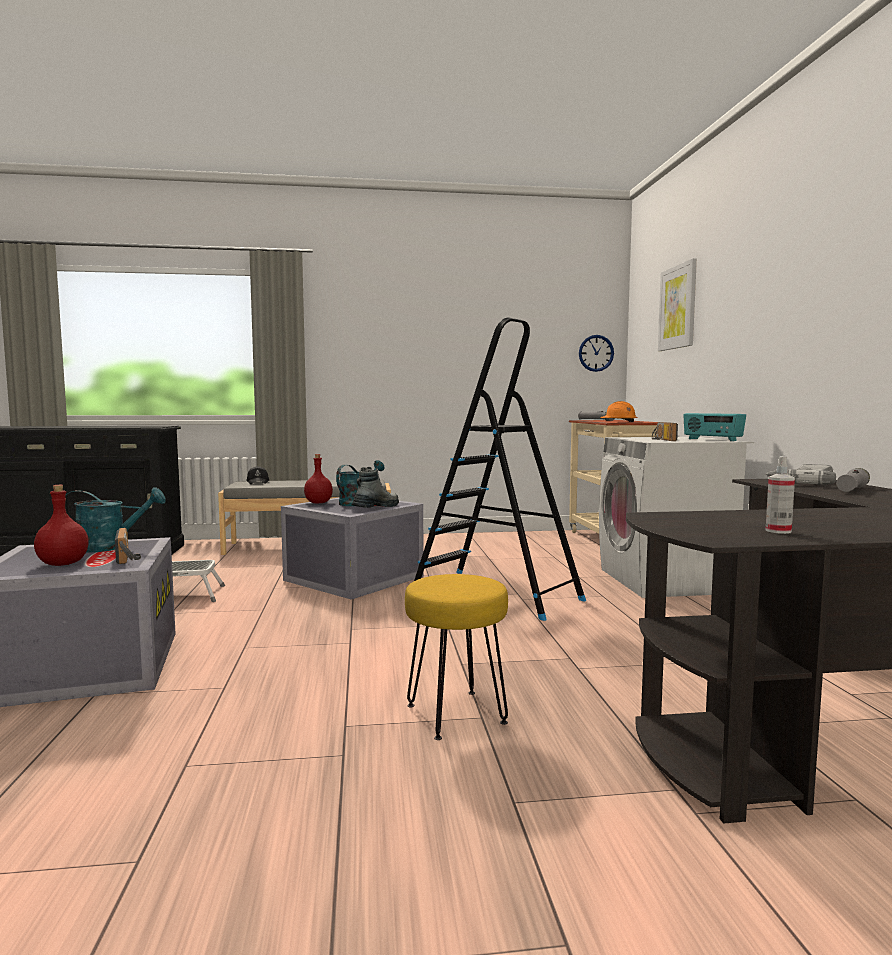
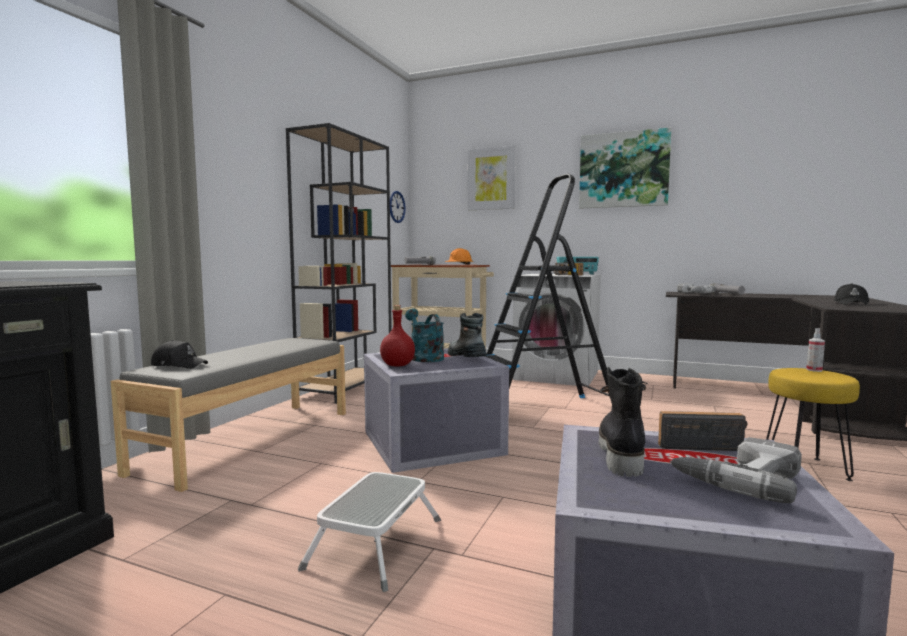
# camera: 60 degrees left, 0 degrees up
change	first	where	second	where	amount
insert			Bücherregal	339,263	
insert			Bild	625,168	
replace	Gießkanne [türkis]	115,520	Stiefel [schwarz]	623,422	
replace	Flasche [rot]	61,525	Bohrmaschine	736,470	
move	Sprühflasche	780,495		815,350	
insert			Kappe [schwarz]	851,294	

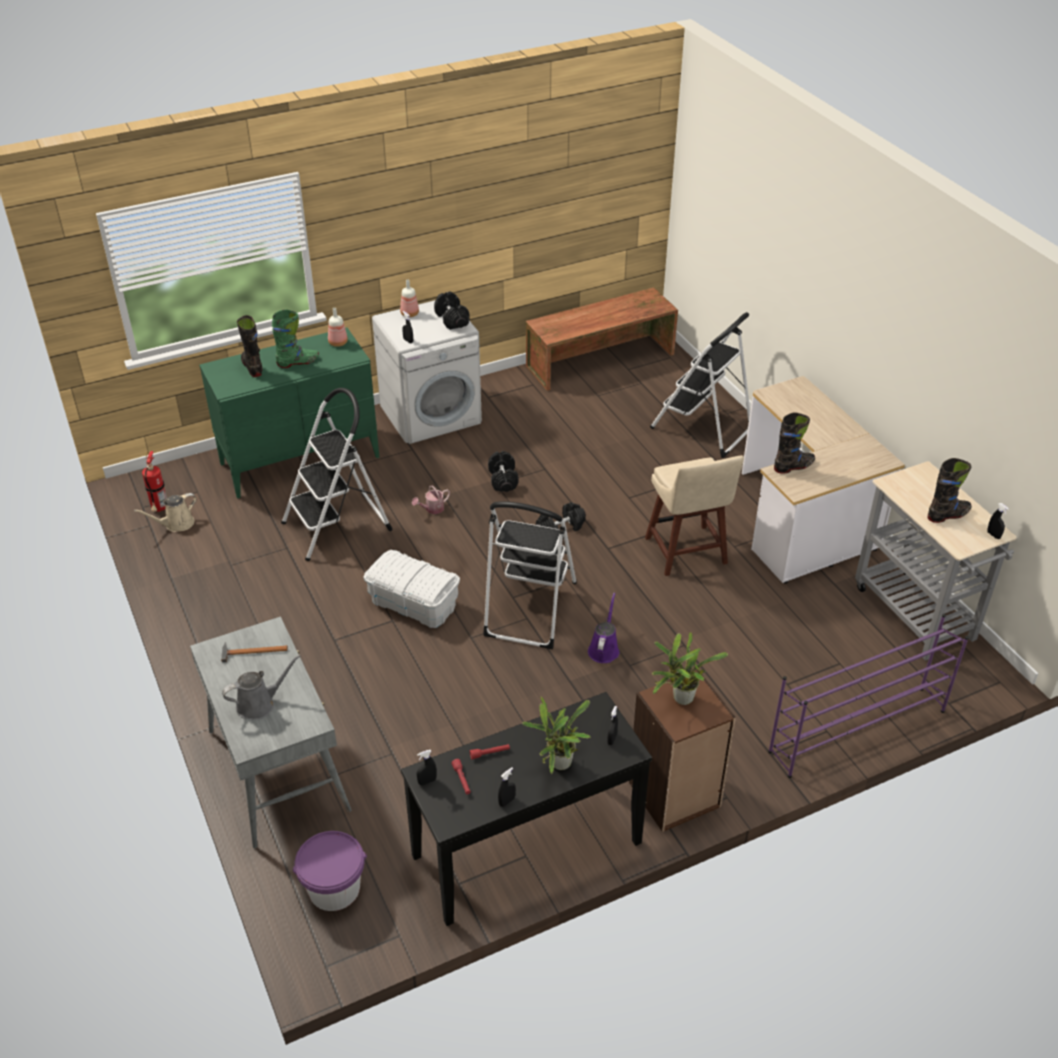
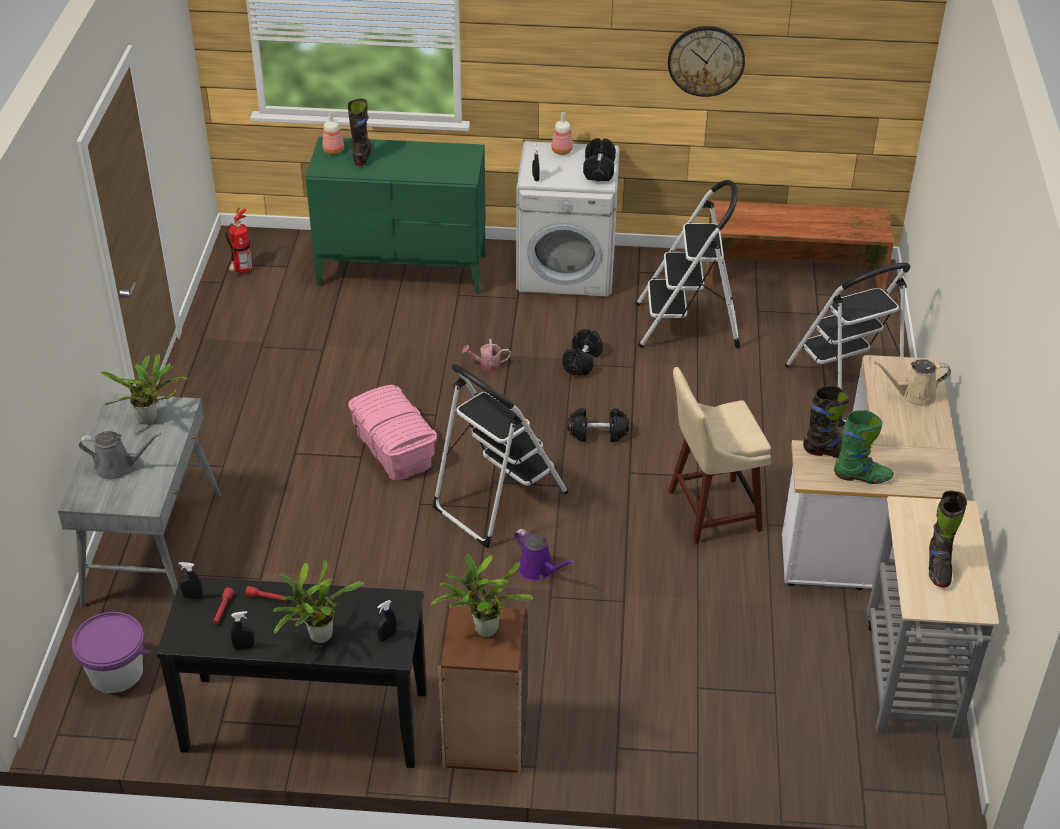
# camera: 30 degrees right, 0 degrees up
change	first	where	second	where	amount
replace	Hammer	254,652	Topfpflanze	144,389	
move	Flasche	338,327		333,132	
recolor	Aufbewahrungsbox [weiß]	411,589	Aufbewahrungsbox [rosa]	393,433	
rotate	Gießkanne [lila]	603,628		544,555	90 degrees clockwise
move	Trittleiter	336,474		687,264	
insert			Wanduhr	706,61	
rotate	Stuhl [beige]	694,515		719,456	60 degrees clockwise
move	Stiefel [grün]	295,338		864,447	
move	Gießkanne [beige]	165,512		912,383	
rotate	Stiefel [schwarz]	949,490		948,539	90 degrees clockwise
delete	Schuhregal [lila]	868,696			
delete	Sprühflasche [schwarz]	998,521			

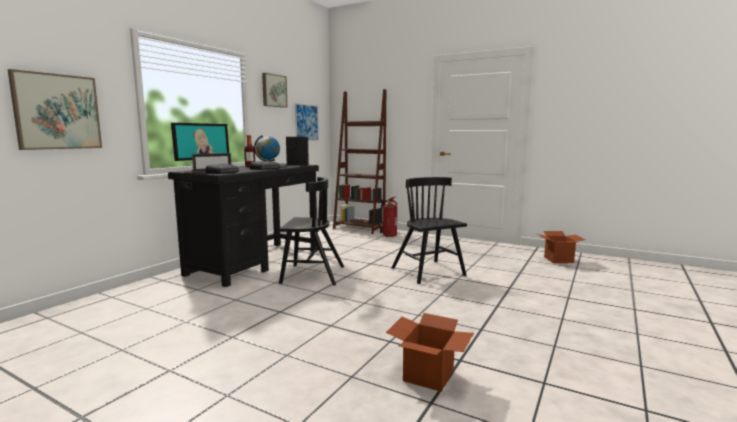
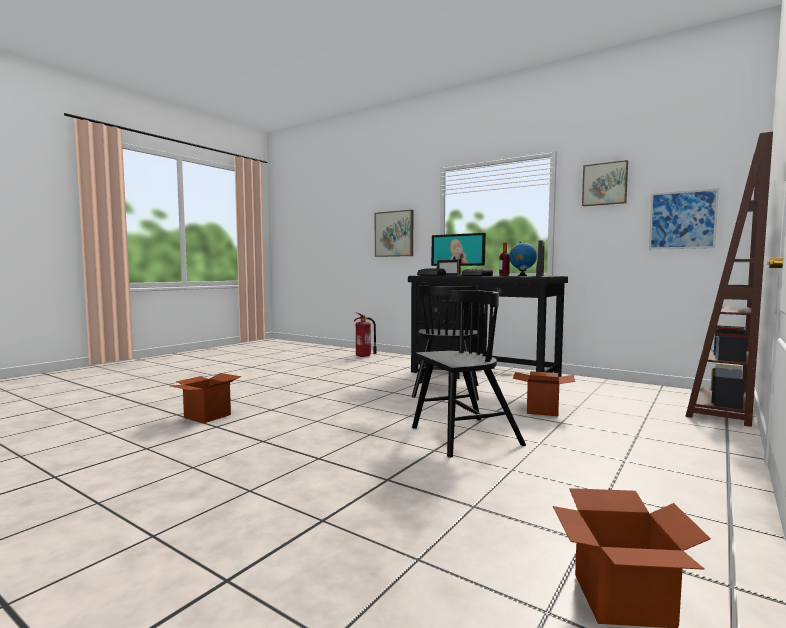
# camera: 95 degrees right, 5 degrees down
change	first	where	second	where	amount
move	Feuerlöscher	389,217		365,334	
insert			Karton	544,394	

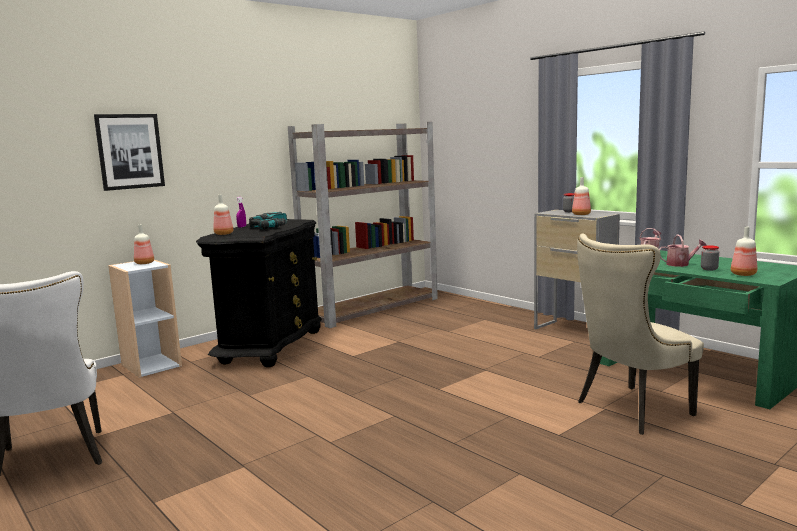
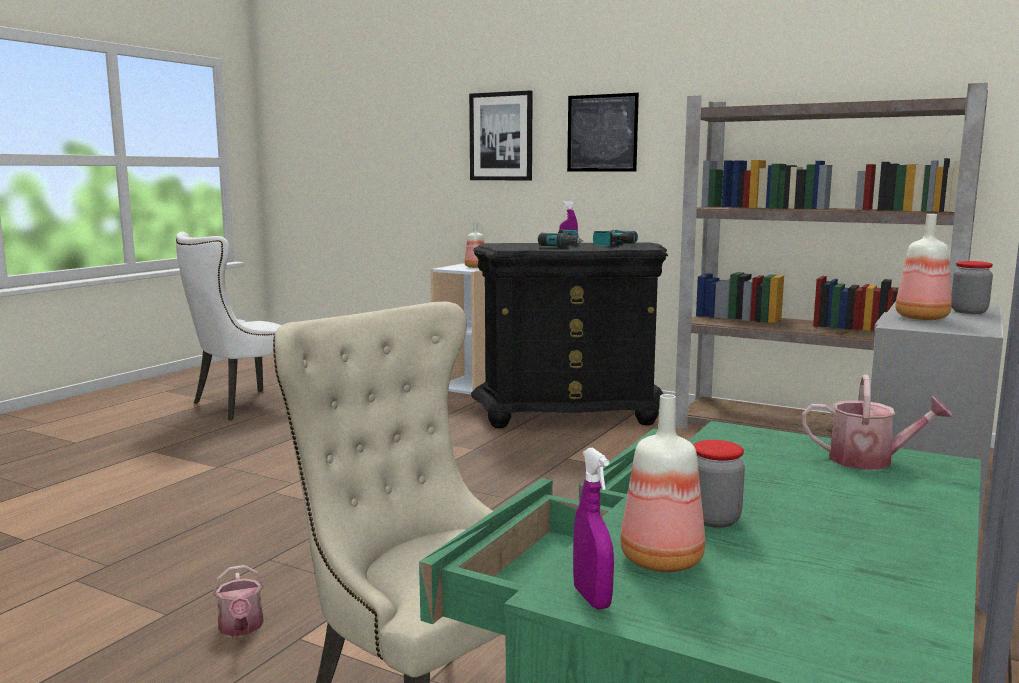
# camera: 70 degrees right, 0 degrees up
change	first	where	second	where	amount
move	Gießkanne	683,251		238,601	
insert			Bild	603,132	
insert			Sprühflasche [lila]	593,528	
delete	Flasche	223,215			

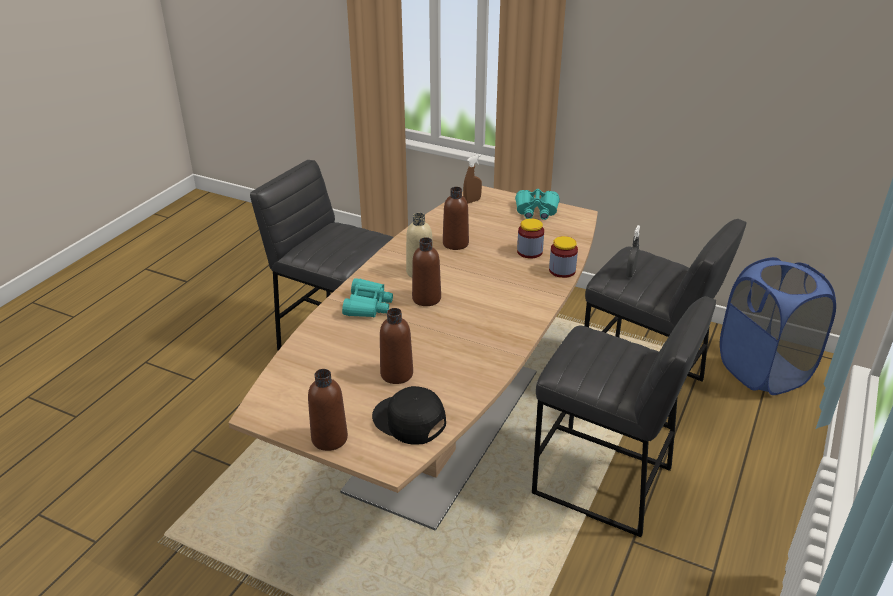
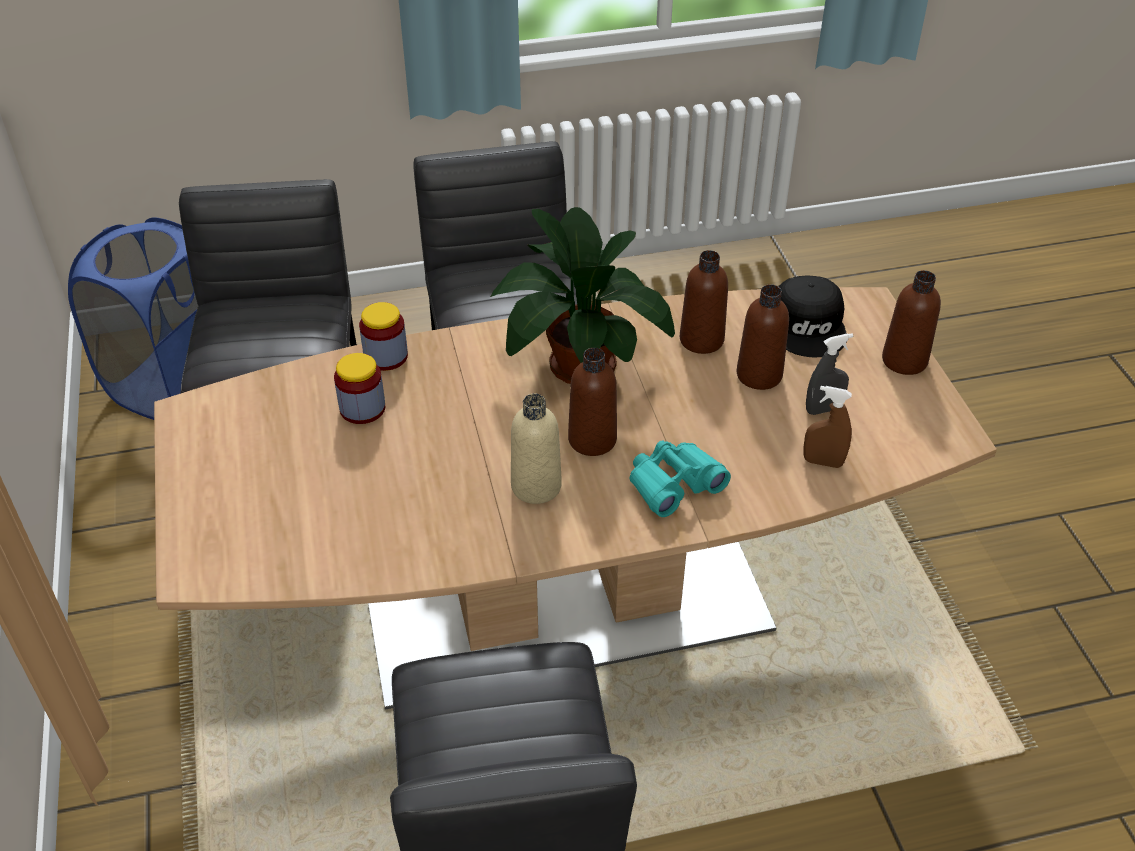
# camera: 130 degrees left, 10 degrees up
change	first	where	second	where	amount
insert			Topfpflanze	582,295	
move	Flasche [braun]	456,218		704,302	
move	Sprühflasche [braun]	472,179		827,427	
move	Sprühflasche [grau]	633,251		829,374	
delete	Fernglas [türkis]	537,204			

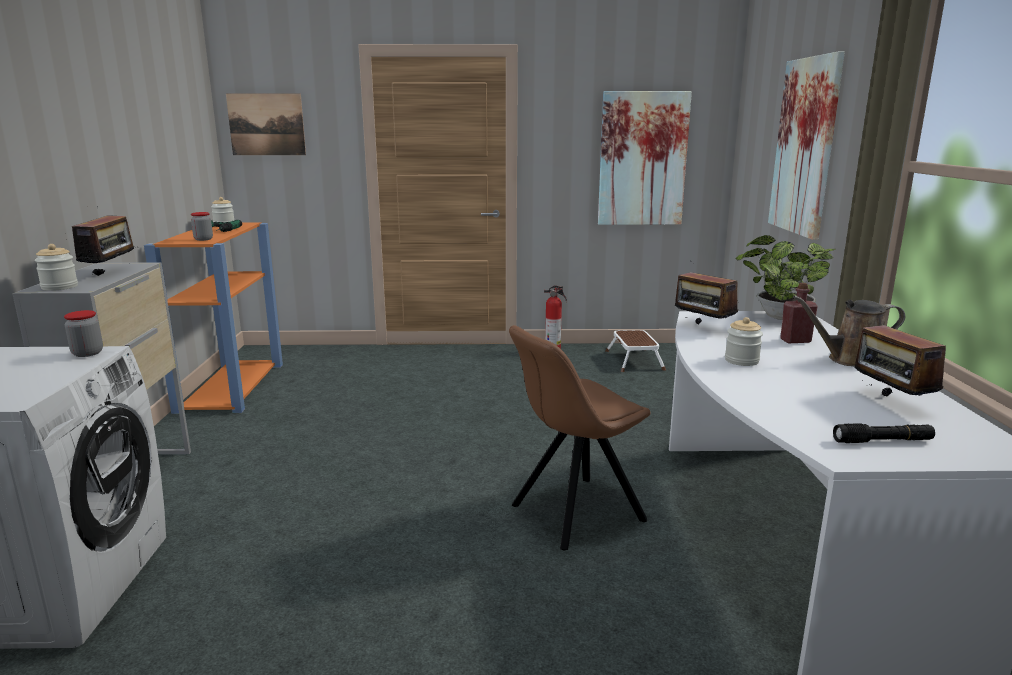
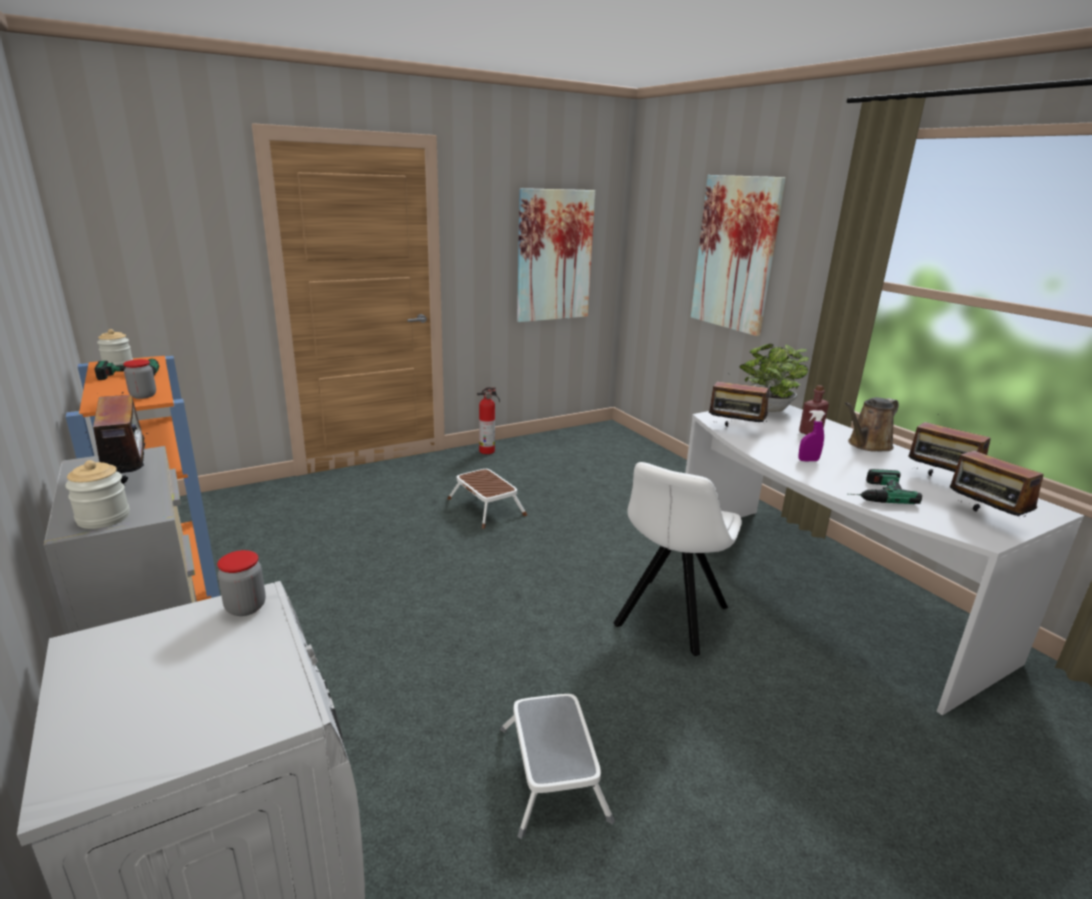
# camera: 30 degrees left, 5 degrees up
change	first	where	second	where	amount
move	Trittleiter [braun]	636,351		487,499	
insert			Trittleiter [grau]	557,766	
recolor	Stuhl [braun]	580,437	Stuhl [weiß]	678,559	
replace	Vorratsglas	744,341	Sprühflasche [lila]	812,435	
insert			Bohrmaschine	884,486	
replace	Taschenlampe [schwarz]	884,433	Radio	996,479	
delete	Bild	266,124			

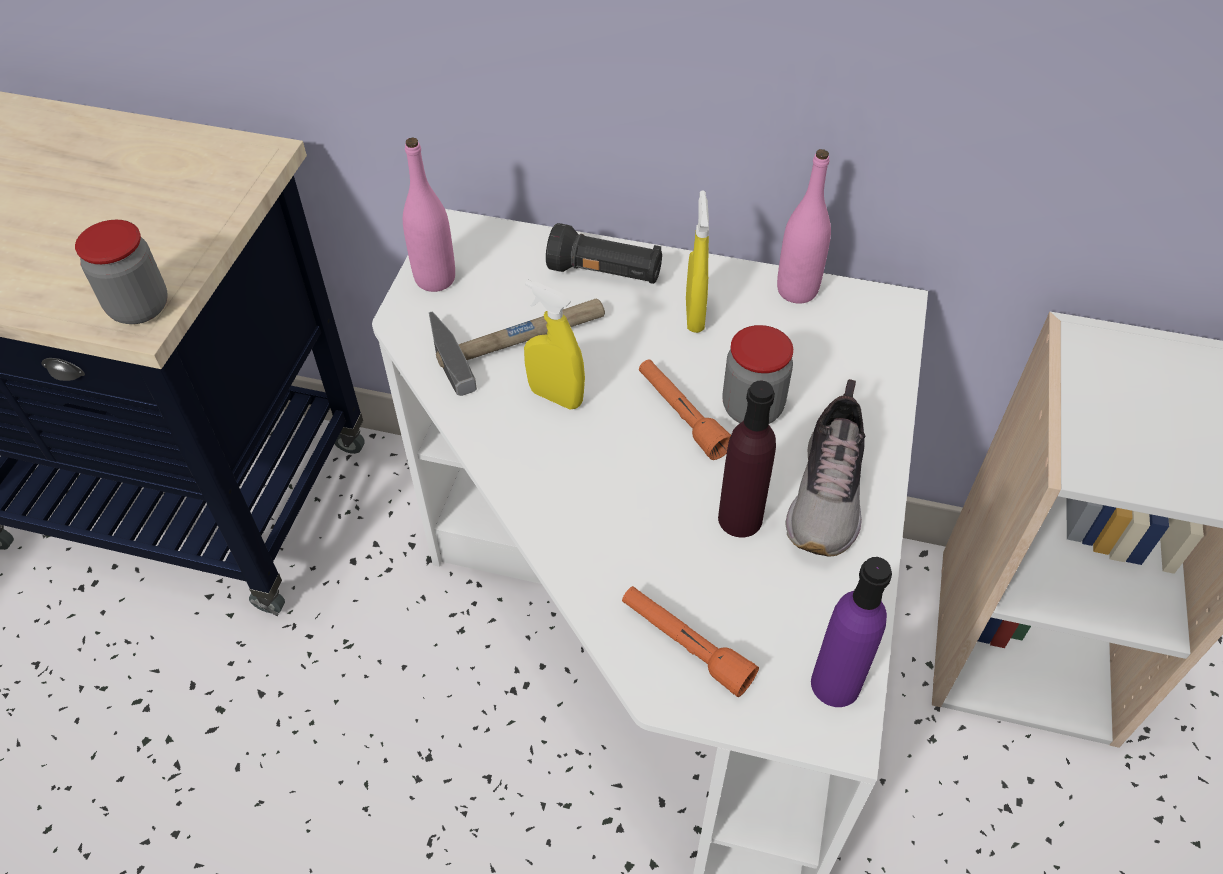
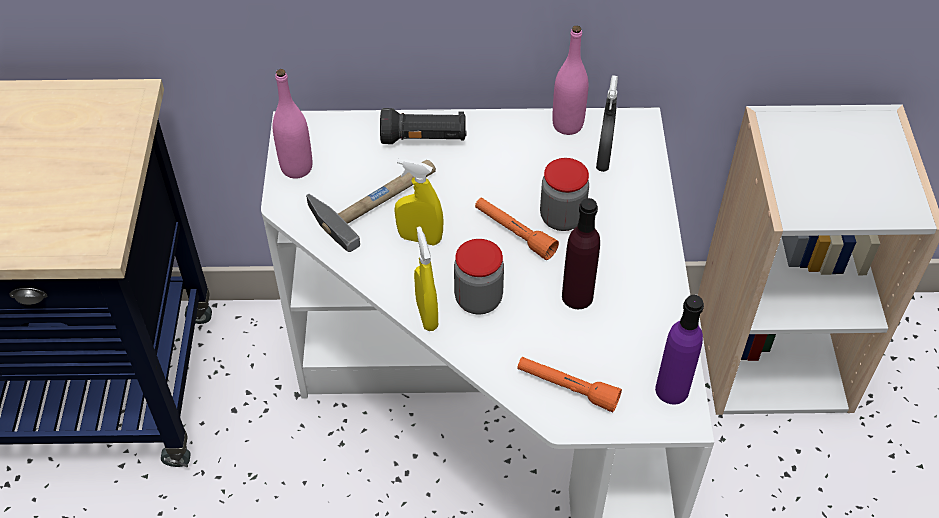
# camera: 15 degrees left, 0 degrees up
change	first	where	second	where	amount
move	Sprühflasche [gelb]	697,262		426,278	
move	Vorratsglas	121,272		479,276	
insert			Sprühflasche [grau]	607,123	
delete	Schuh	825,468			

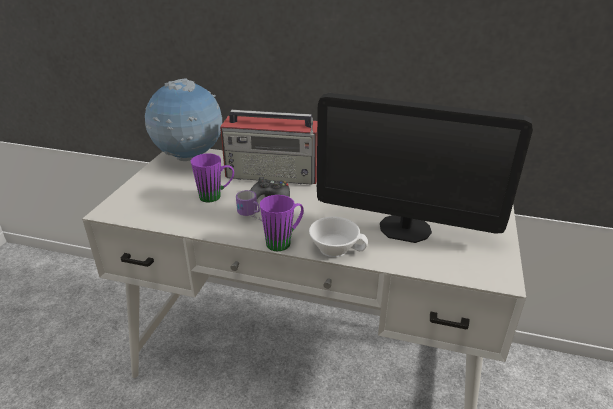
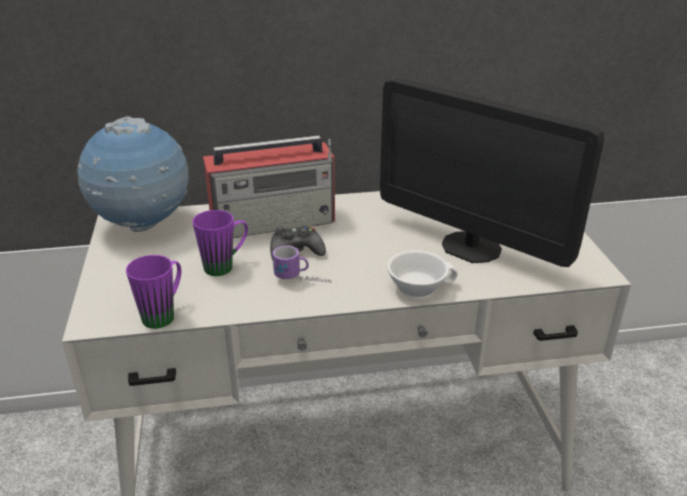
# camera: 25 degrees left, 0 degrees up
change	first	where	second	where	amount
move	Henkelbecher [lila]	282,223		154,292	
rotate	Monitor	425,168		492,172	45 degrees clockwise

